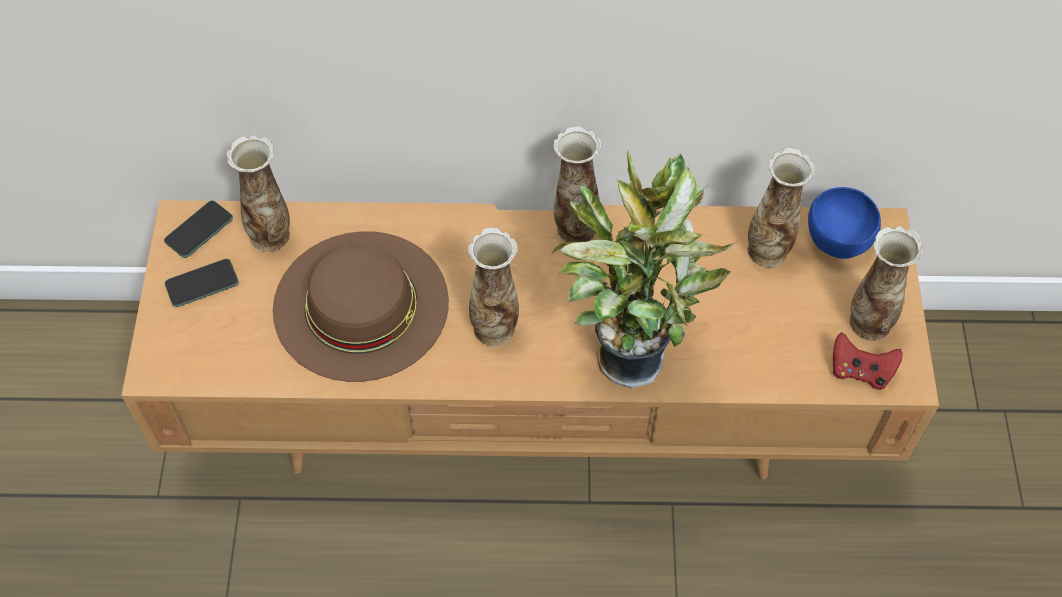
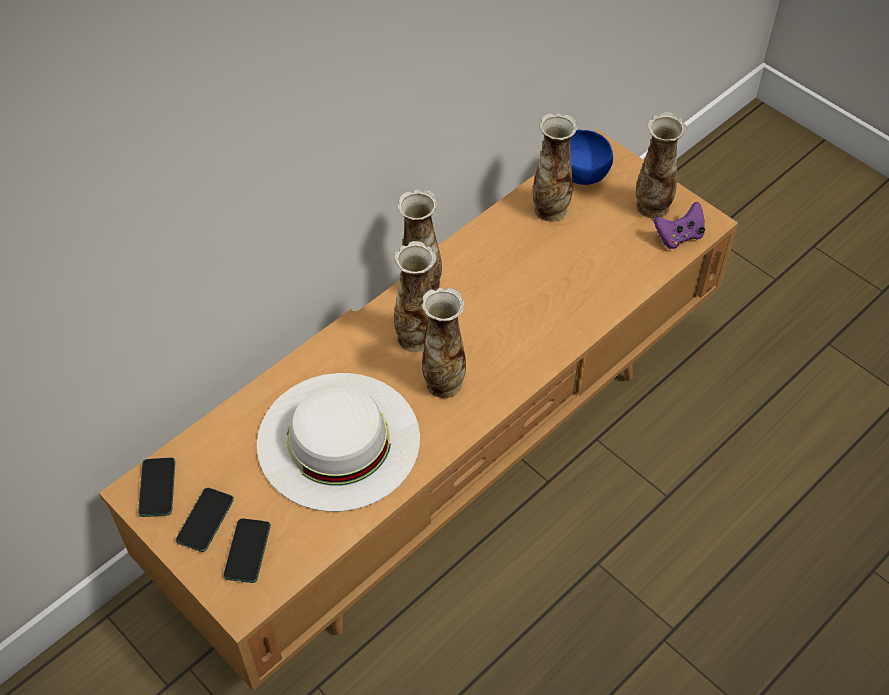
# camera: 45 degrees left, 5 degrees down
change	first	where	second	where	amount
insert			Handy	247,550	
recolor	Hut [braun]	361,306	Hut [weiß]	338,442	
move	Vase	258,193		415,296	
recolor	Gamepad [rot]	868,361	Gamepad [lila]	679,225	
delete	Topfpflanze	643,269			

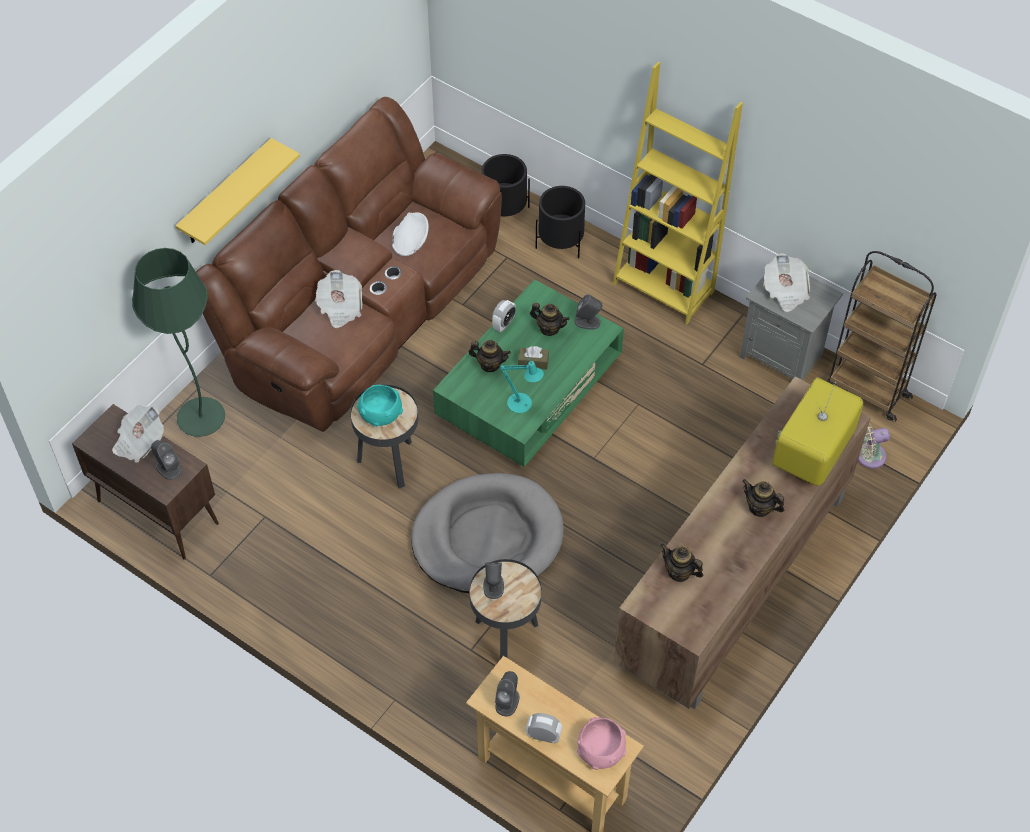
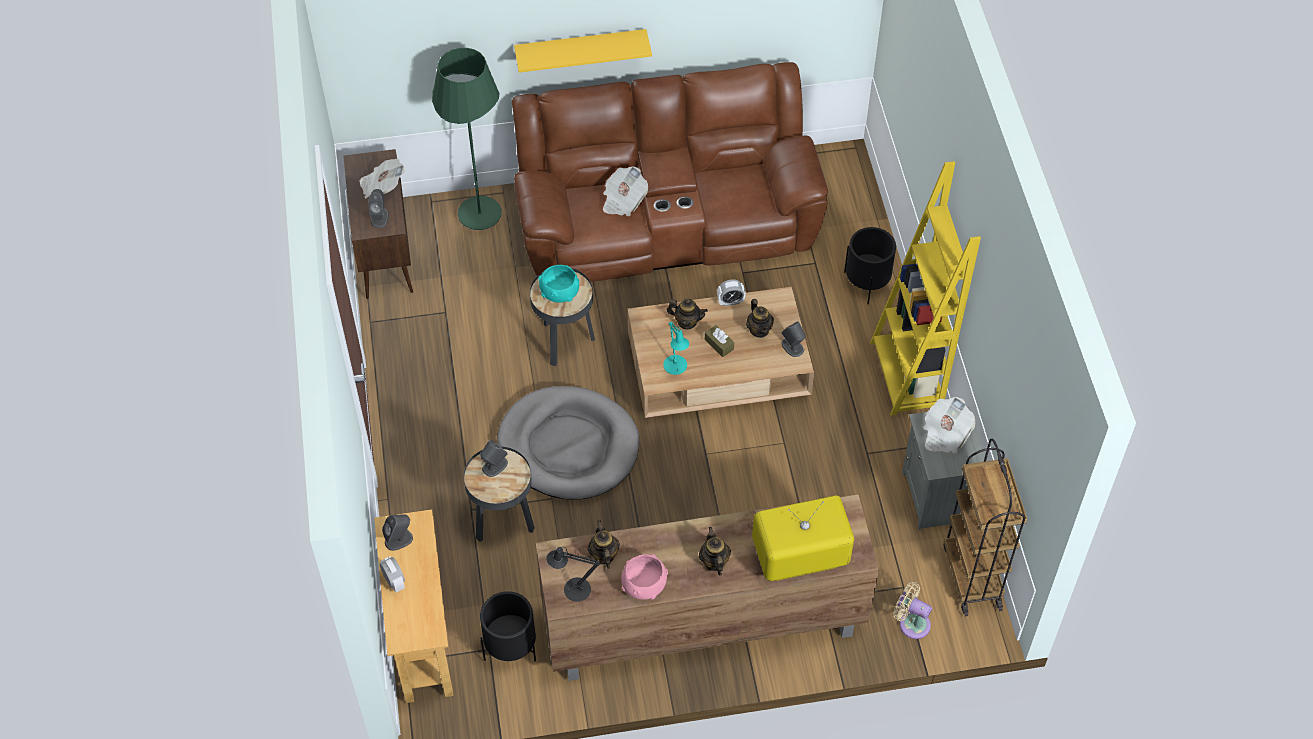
# camera: 45 degrees right, 0 degrees up
change	first	where	second	where	amount
move	Pflanzkübel [schwarz]	505,185		508,626	
insert			Tischlampe [schwarz]	573,574	
move	Schüssel [rosa]	602,743		644,577	
recolor	Couchtisch [grün]	528,373	Couchtisch [braun]	720,352	
rotate	Teekanne	489,356		687,313	45 degrees counterclockwise
delete	Hut [weiß]	410,234			

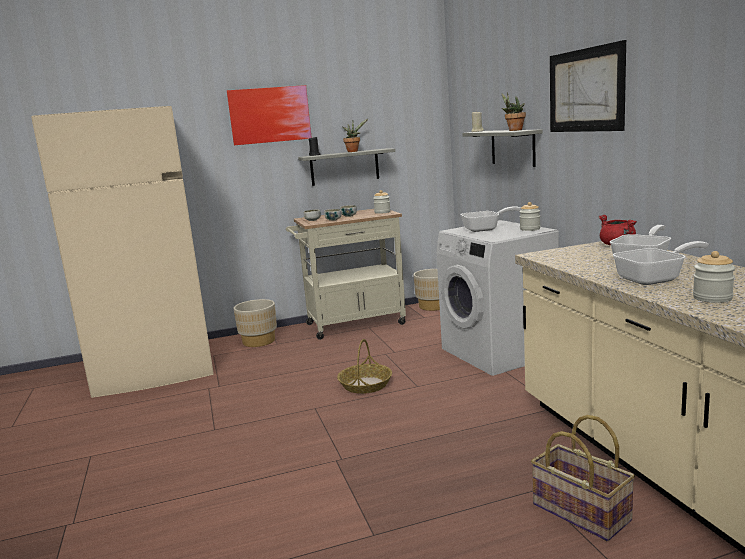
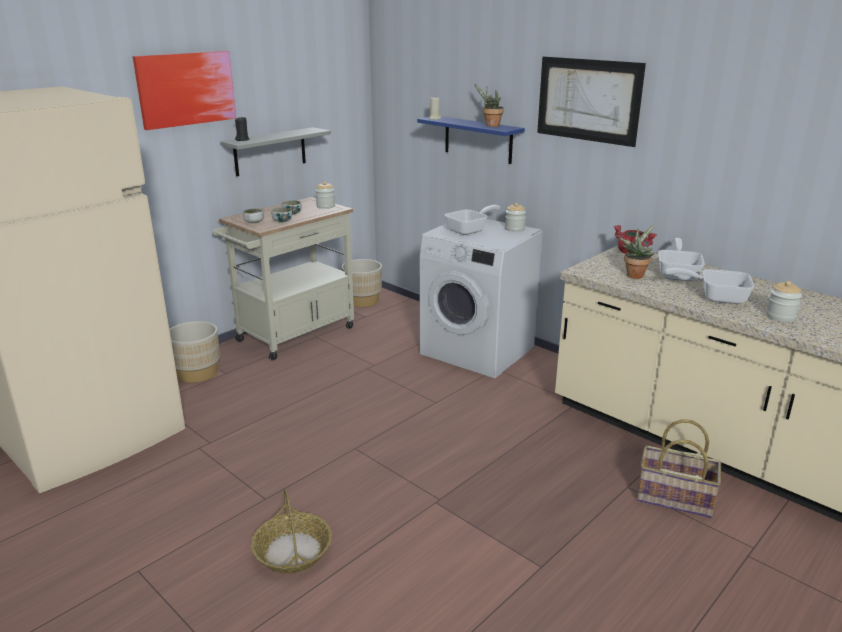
# camera: 30 degrees left, 10 degrees up
change	first	where	second	where	amount
move	Korb	364,366		291,531	
recolor	Wandregal [grau]	502,148	Wandregal [blau]	471,140	
move	Topfpflanze	355,135		637,251	
rotate	Pfanne	661,263		709,286	120 degrees counterclockwise

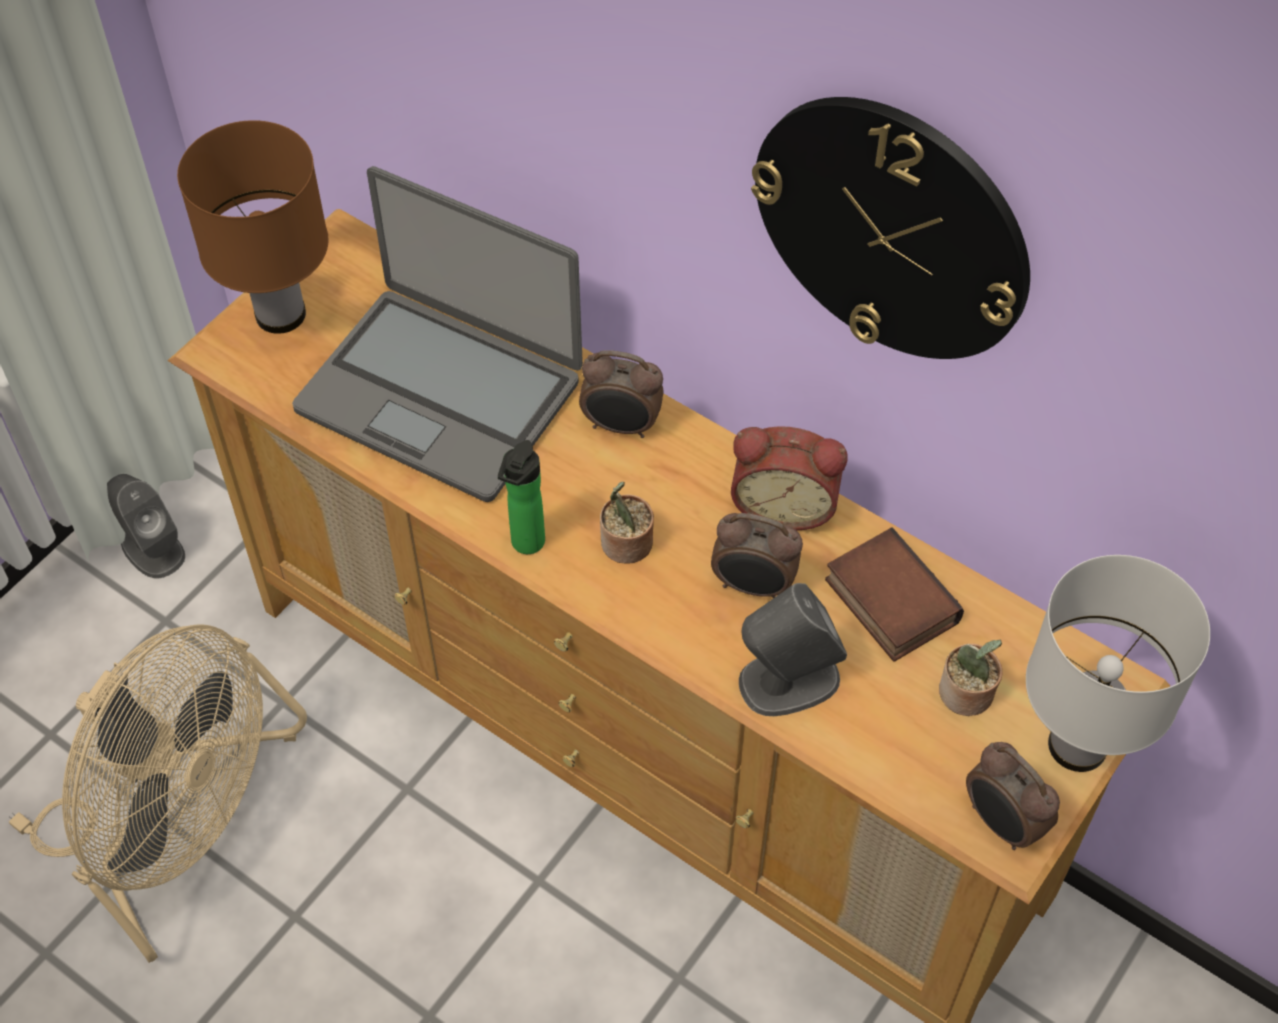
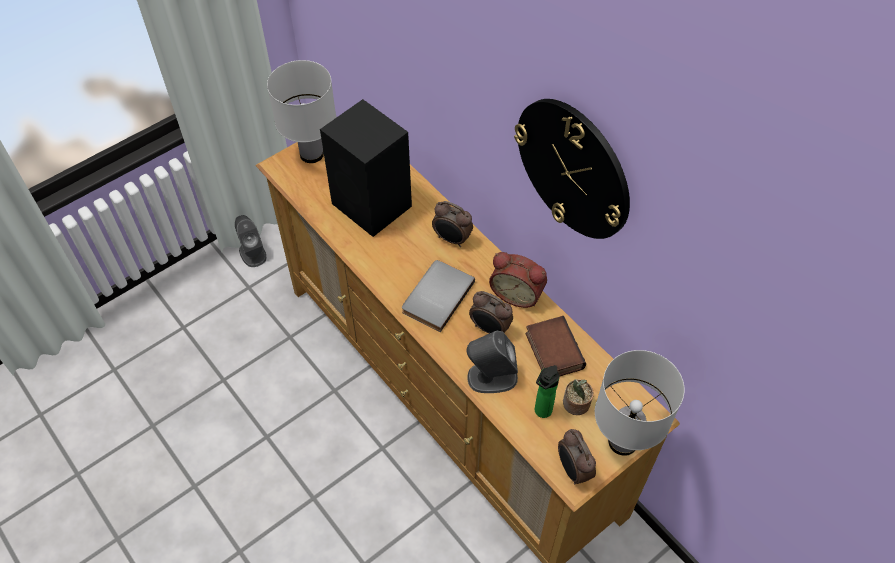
# camera: 15 degrees right, 0 degrees up
change	first	where	second	where	amount
recolor	Tischlampe [braun]	252,227	Tischlampe [weiß]	301,111	
replace	Laptop	437,334	Lautsprecher [schwarz]	366,168	
replace	Topfpflanze	627,523	Buch [grau]	438,296	
move	Flasche	521,497		547,391	
delete	Ventilator [beige]	158,793			

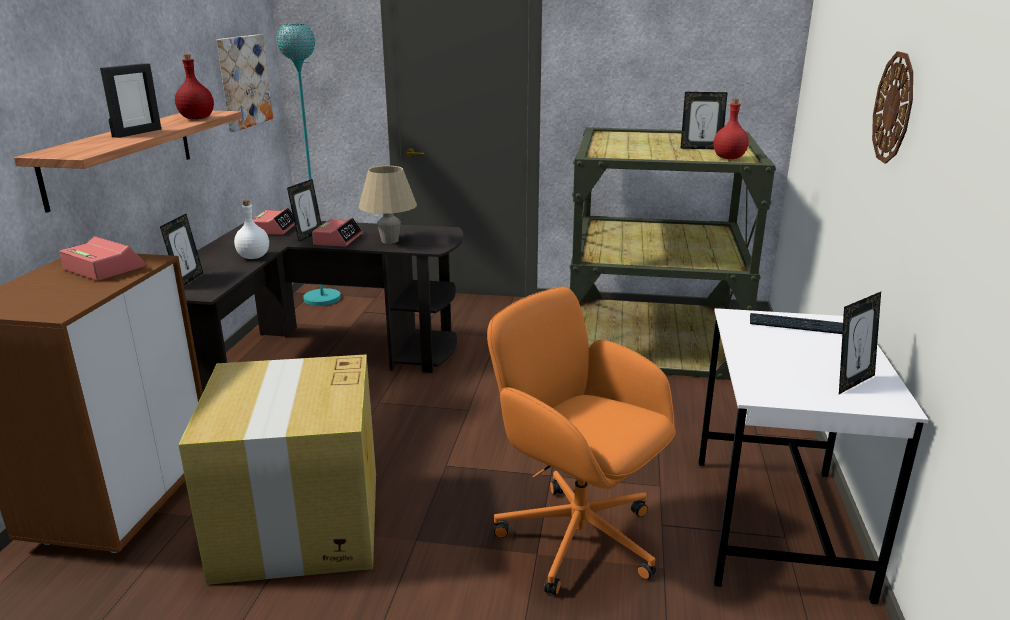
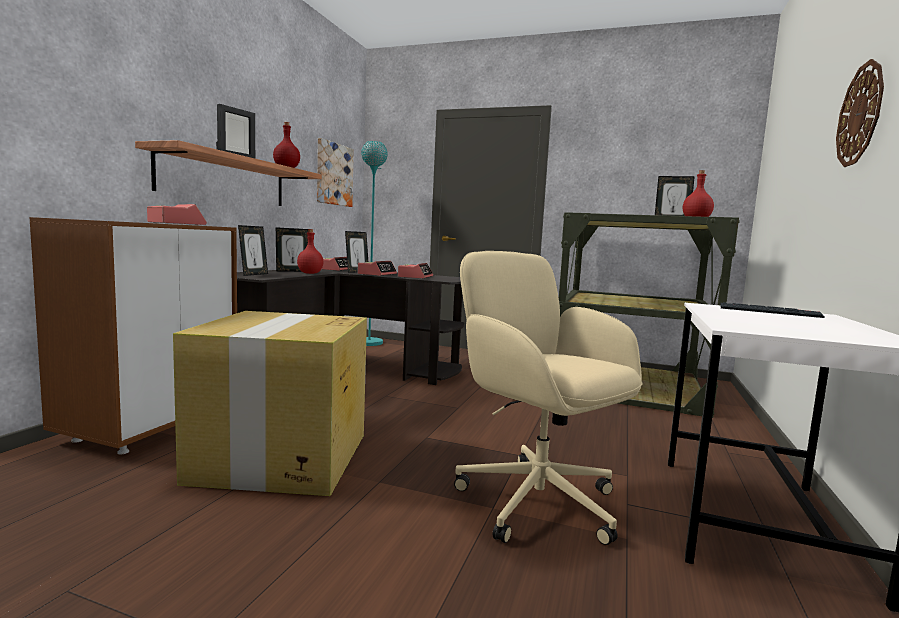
# camera: 10 degrees right, 15 degrees down
change	first	where	second	where	amount
move	Bilderrahmen	860,343		292,249	
recolor	Flasche [weiß]	251,229	Flasche [rot]	310,251	
replace	Tischlampe [beige]	388,205	Wecker	415,271	
recolor	Bürostuhl [orange]	581,440	Bürostuhl [beige]	548,398	

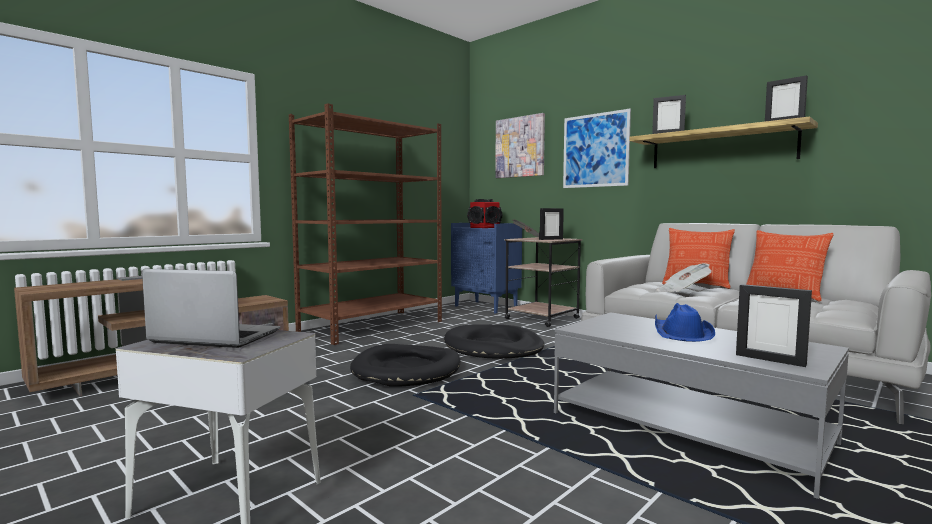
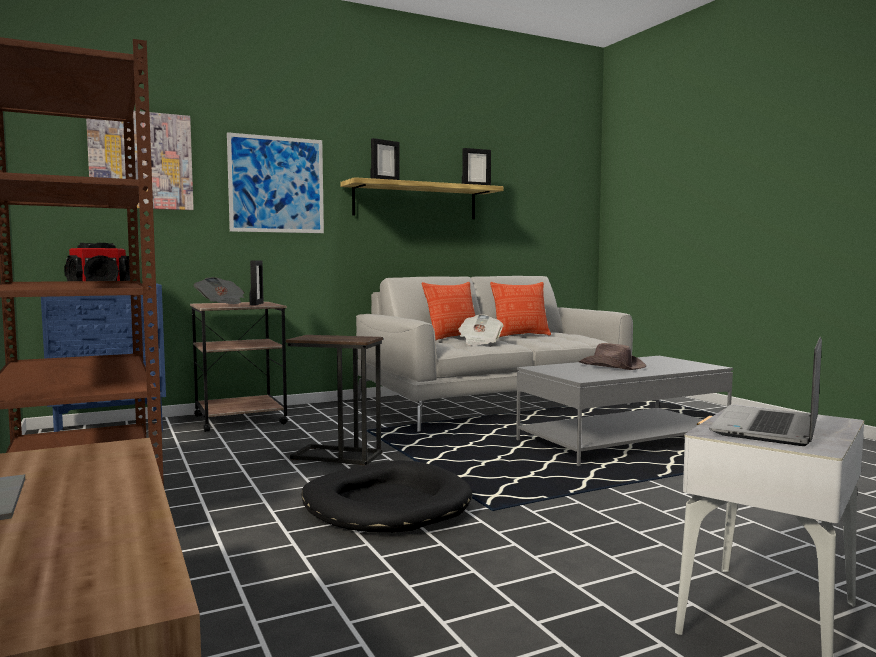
# camera: 70 degrees left, 0 degrees up
change	first	where	second	where	amount
replace	Hundebett [schwarz]	494,341	Beistelltisch [braun]	334,400	
recolor	Hut [blau]	685,322	Hut [braun]	612,356	
delete	Bilderrahmen	774,325			

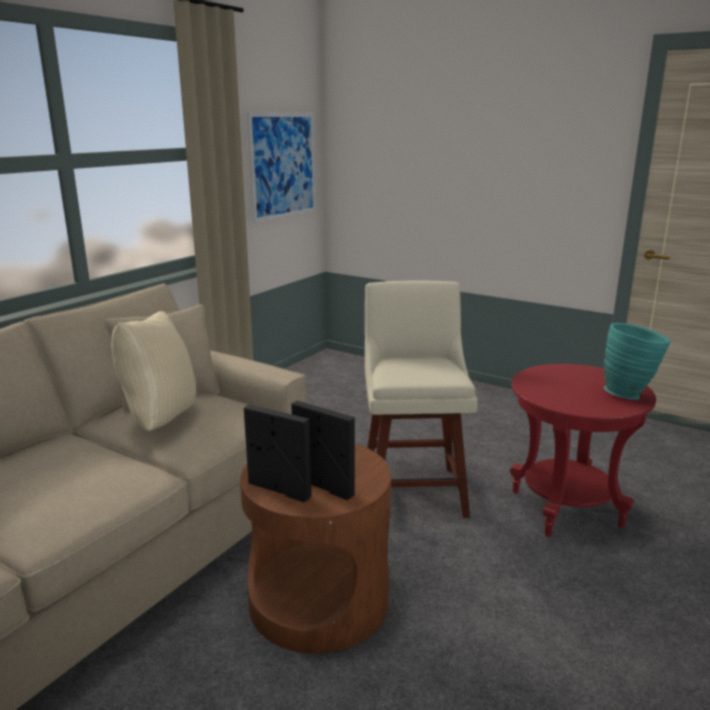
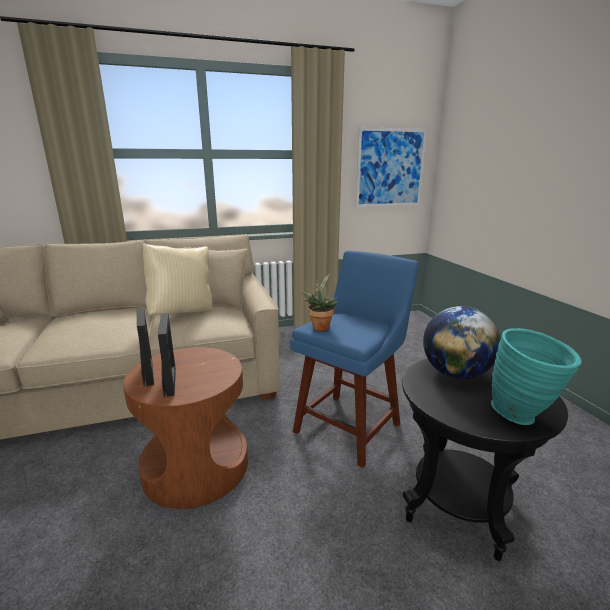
# camera: 40 degrees right, 0 degrees up
change	first	where	second	where	amount
recolor	Hocker [beige]	421,399	Hocker [blau]	354,359	
insert			Topfpflanze	319,302	
recolor	Beistelltisch [rot]	583,450	Beistelltisch [schwarz]	485,459	
insert			Globus	462,342	

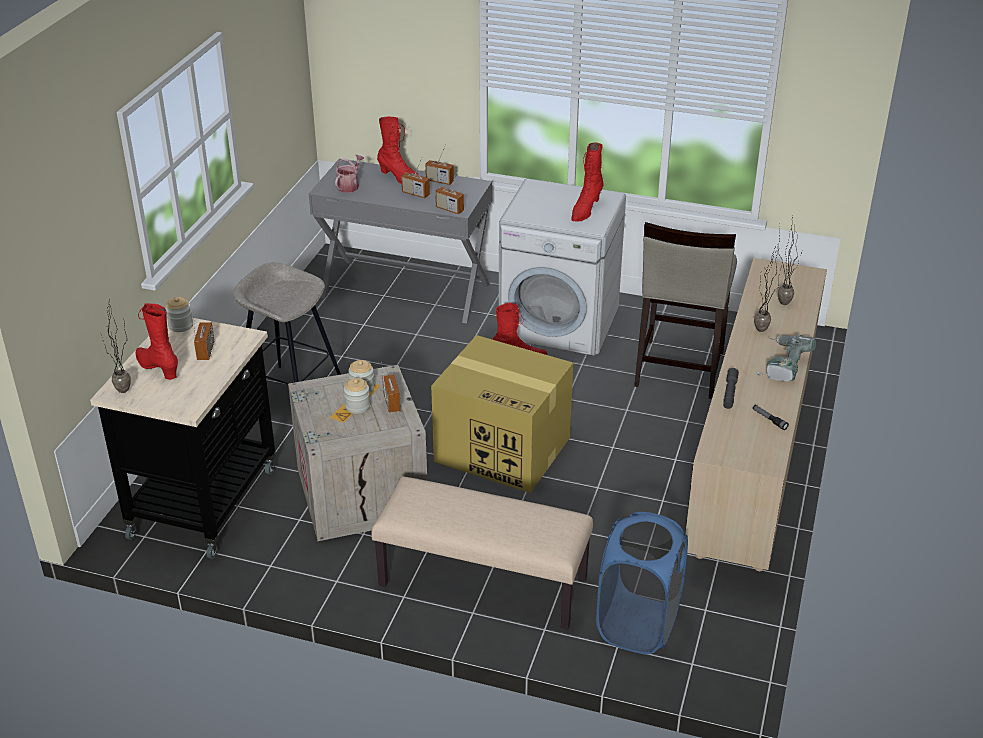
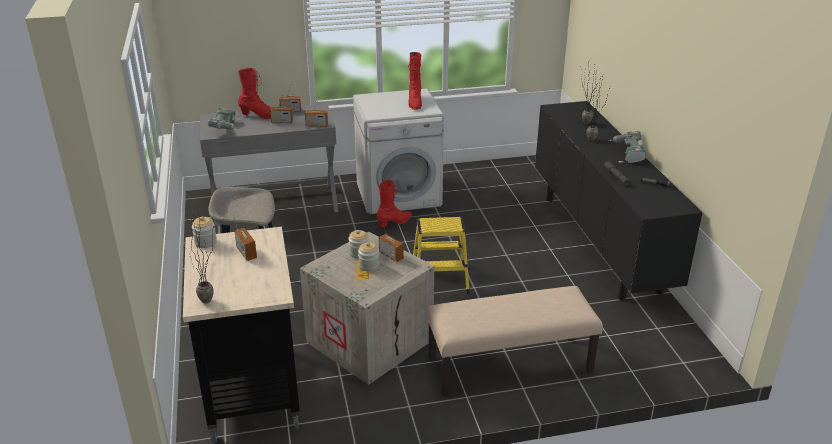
# camera: 30 degrees left, 5 degrees down
change	first	where	second	where	amount
replace	Gießkanne	349,174	Bohrmaschine	225,119	
replace	Karton	502,414	Trittleiter [gelb]	441,255	
recolor	Schrank [beige]	756,414	Schrank [schwarz]	618,200	
delete	Stiefel [rot]	156,341			
delete	Wäschekorb [blau]	642,583			
delete	Hocker [beige]	685,310			

